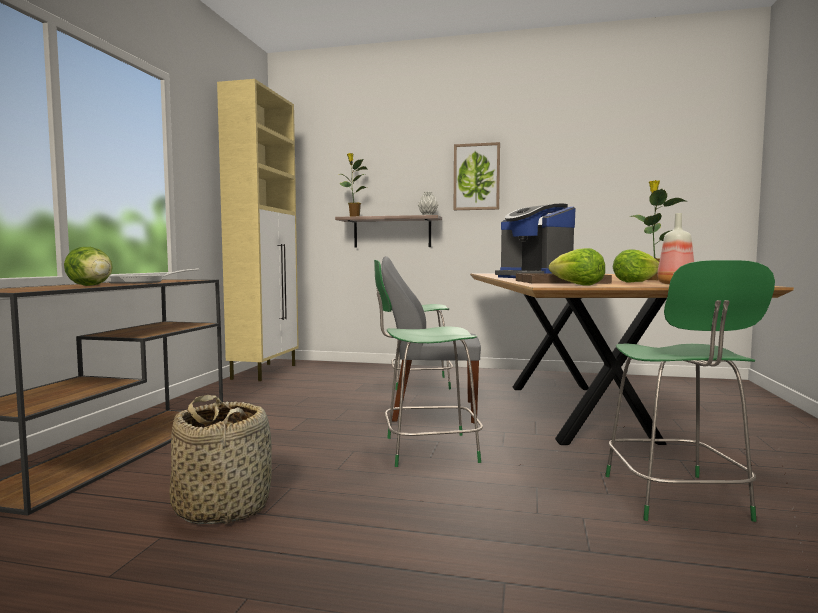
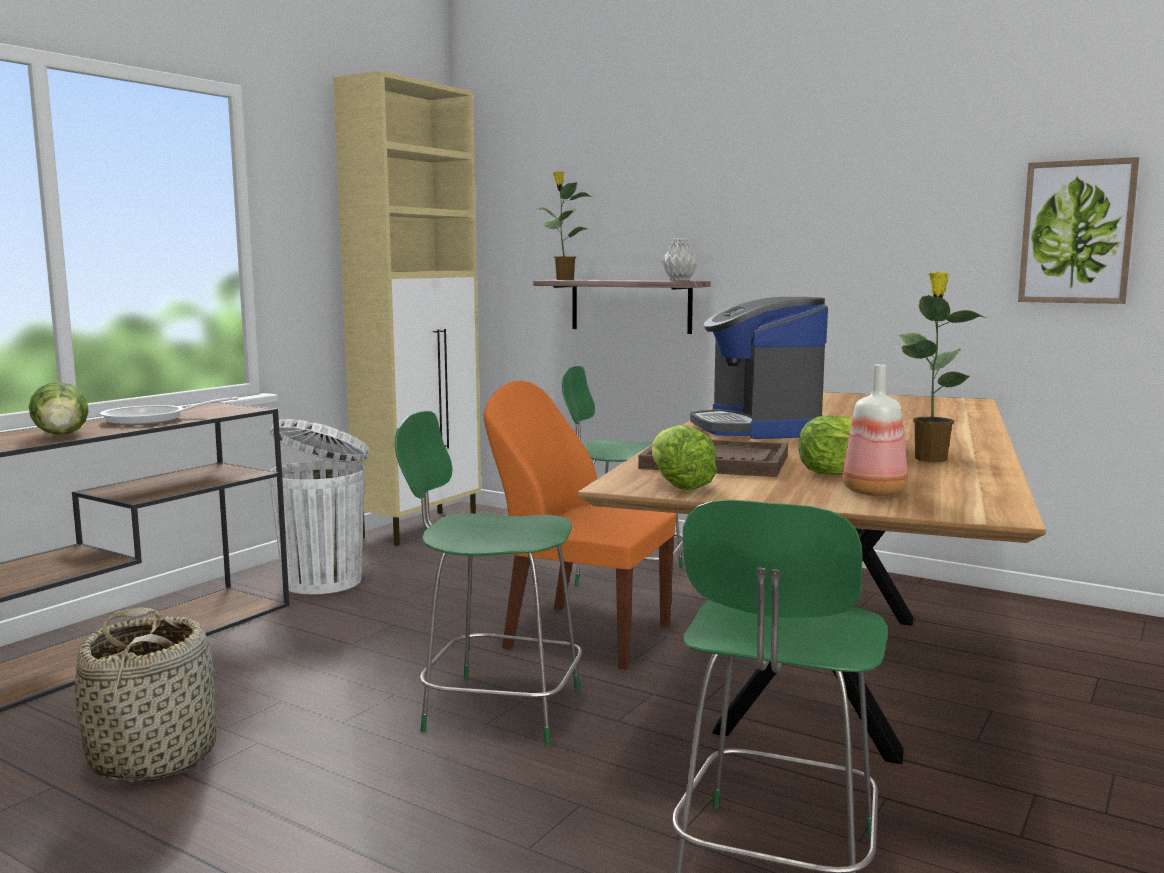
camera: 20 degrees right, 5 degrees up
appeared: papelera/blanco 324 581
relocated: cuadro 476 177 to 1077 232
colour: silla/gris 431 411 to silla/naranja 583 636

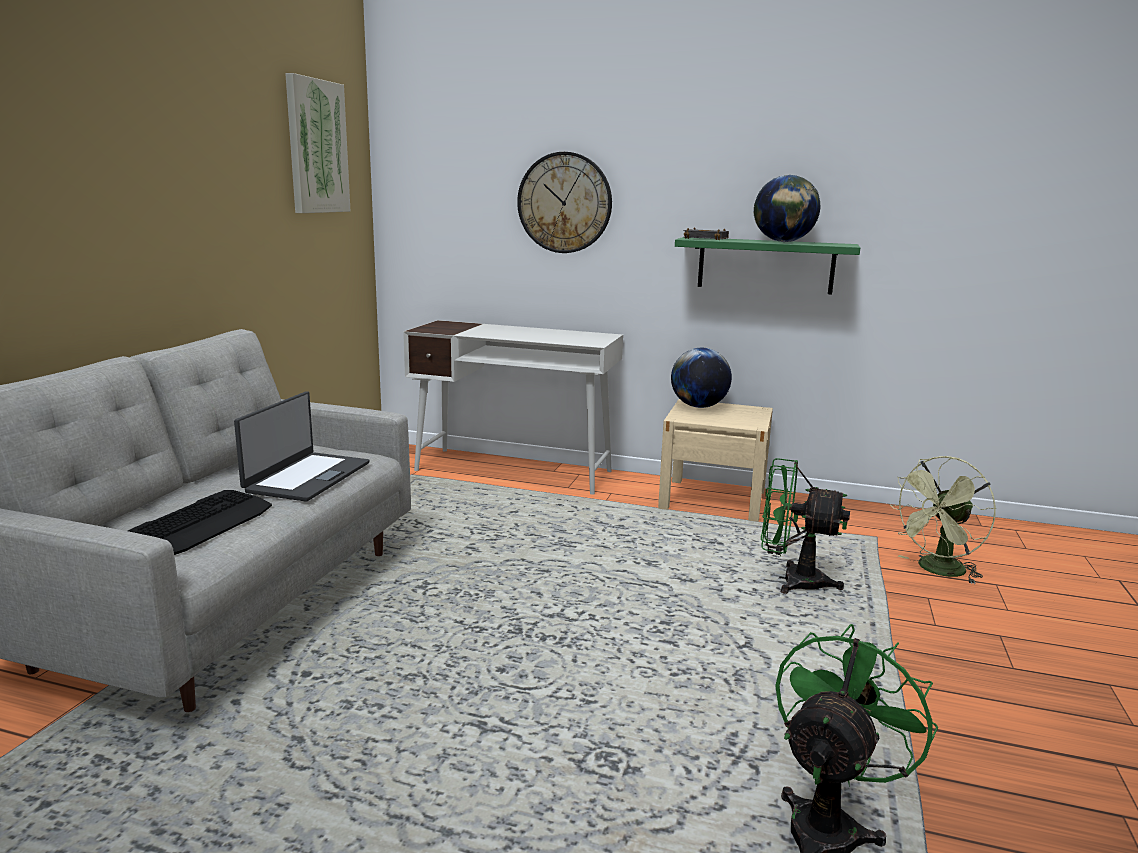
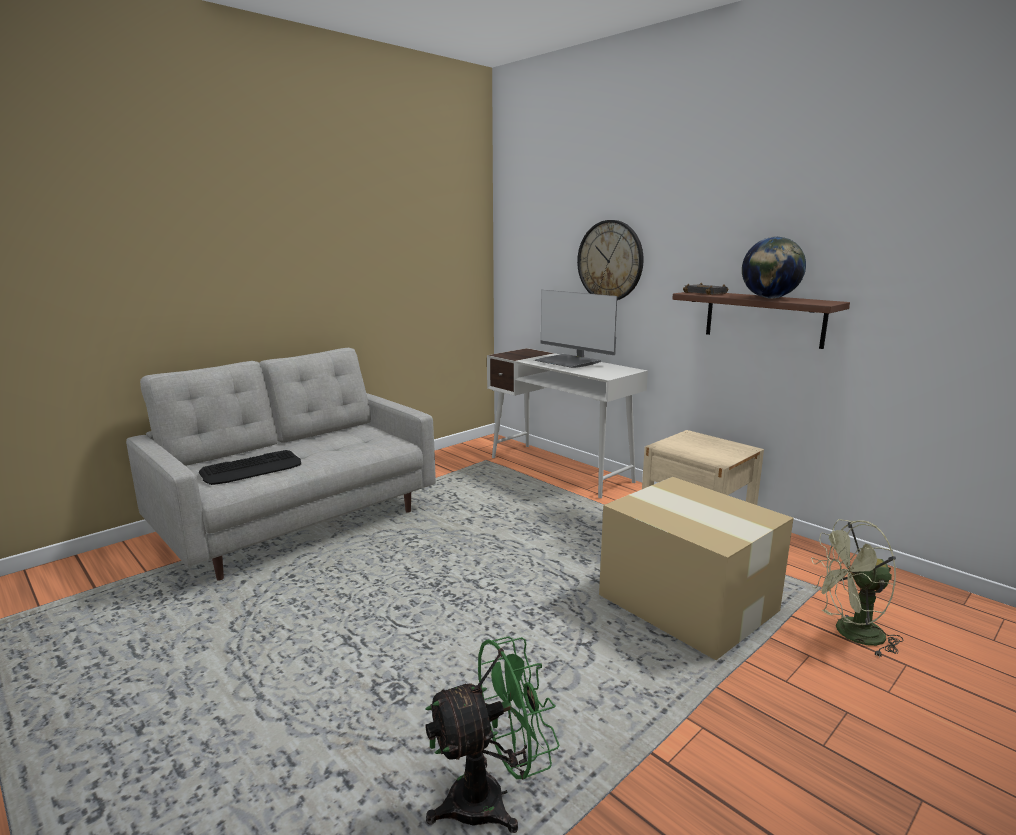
camera: 30 degrees right, 0 degrees up
missing: portátil 307 477; cuadro 316 147; globo terráqueo 699 406
appeared: monitor 568 362
exchanged: ventilador/verde 791 580 to caja de cartón 688 604
colour: estante/verde 765 265 to estante/marrón 763 318

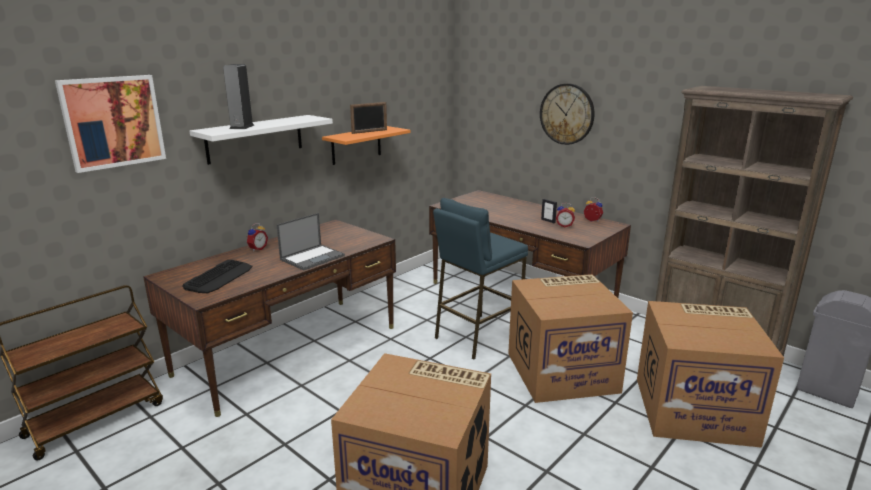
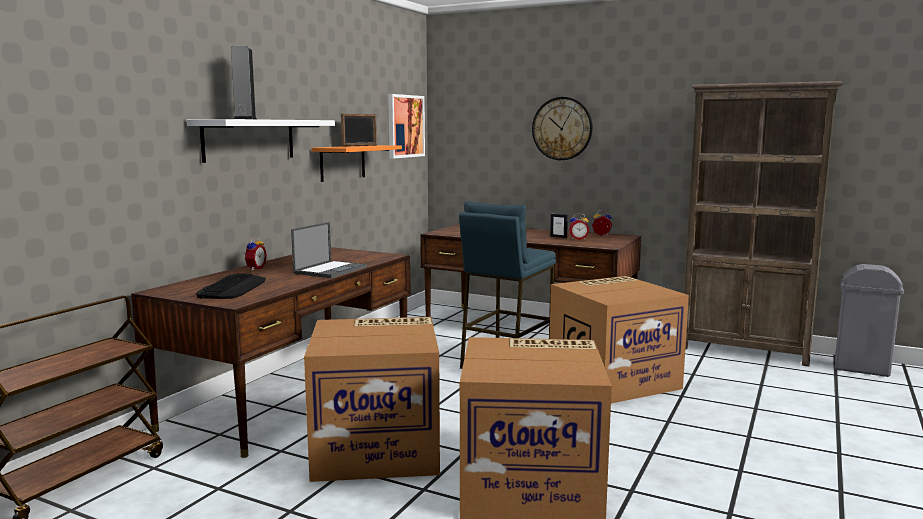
camera: 15 degrees left, 10 degrees down
relocated: cuadro 113 122 to 405 126; caja de cartón 695 409 to 378 448

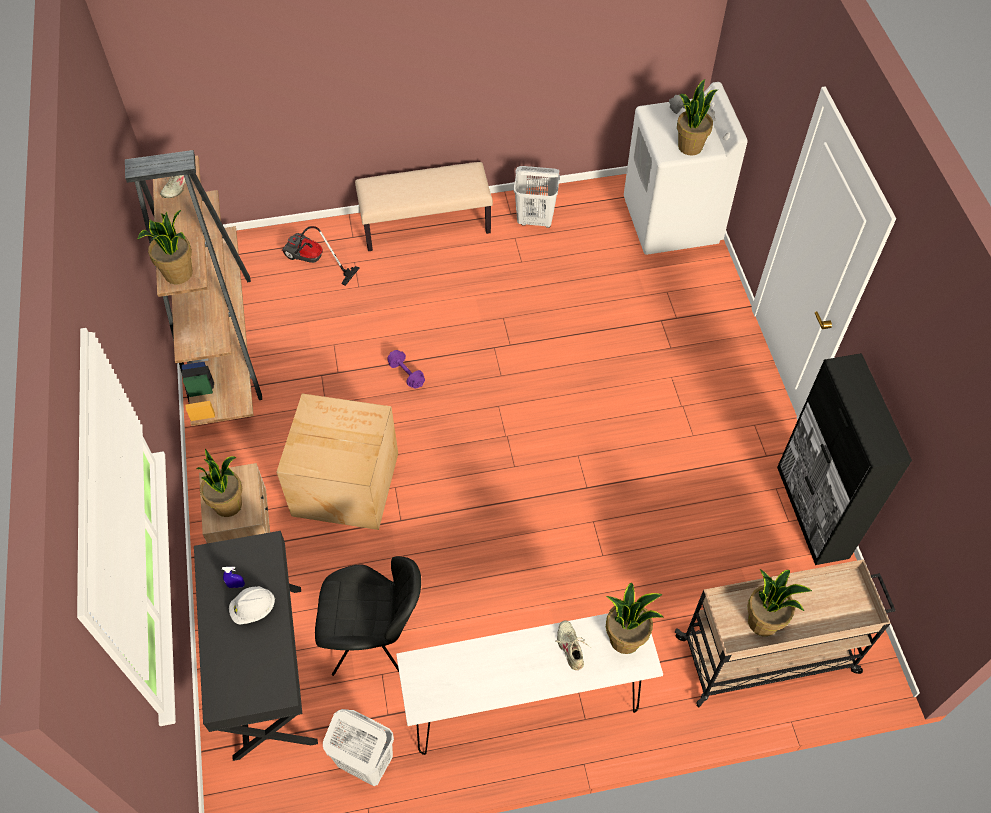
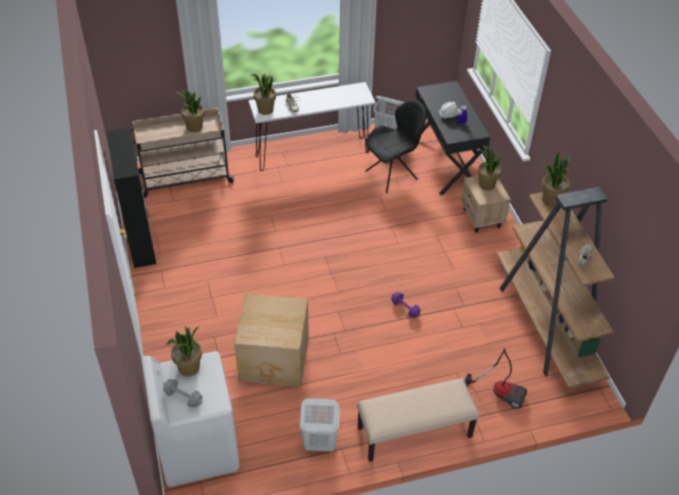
camera: 175 degrees right, 10 degrees down
relocated: caja de cartón 344 482 to 275 359
spun: silla/negro 375 642 = 393 174 150 degrees clockwise

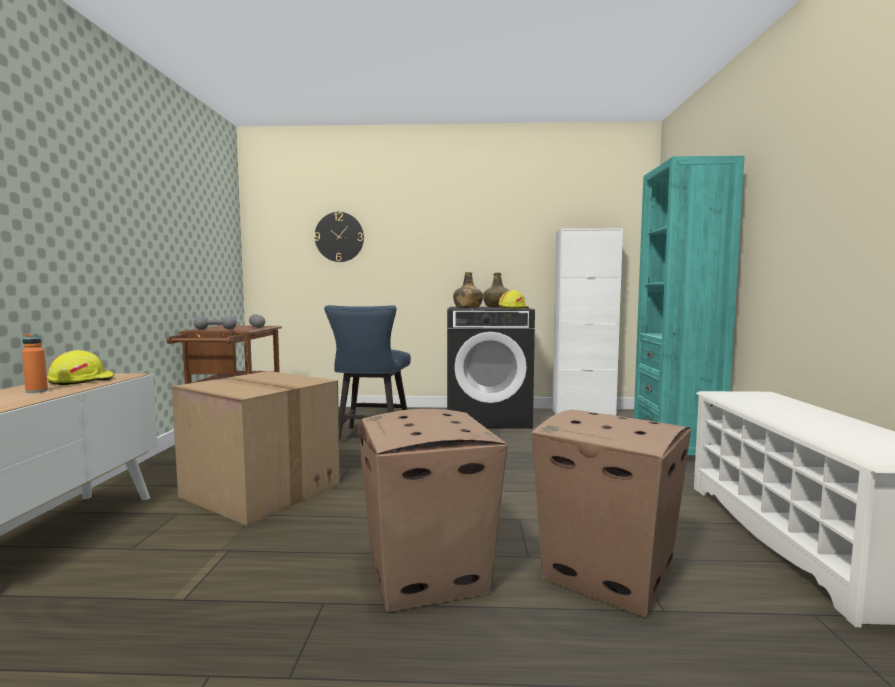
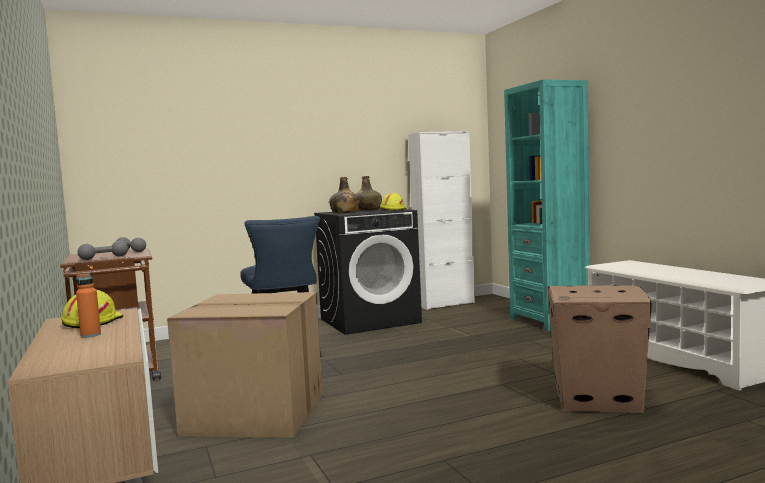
camera: 25 degrees left, 0 degrees up
missing: reloj de pared 339 237; caja de cartón 428 574

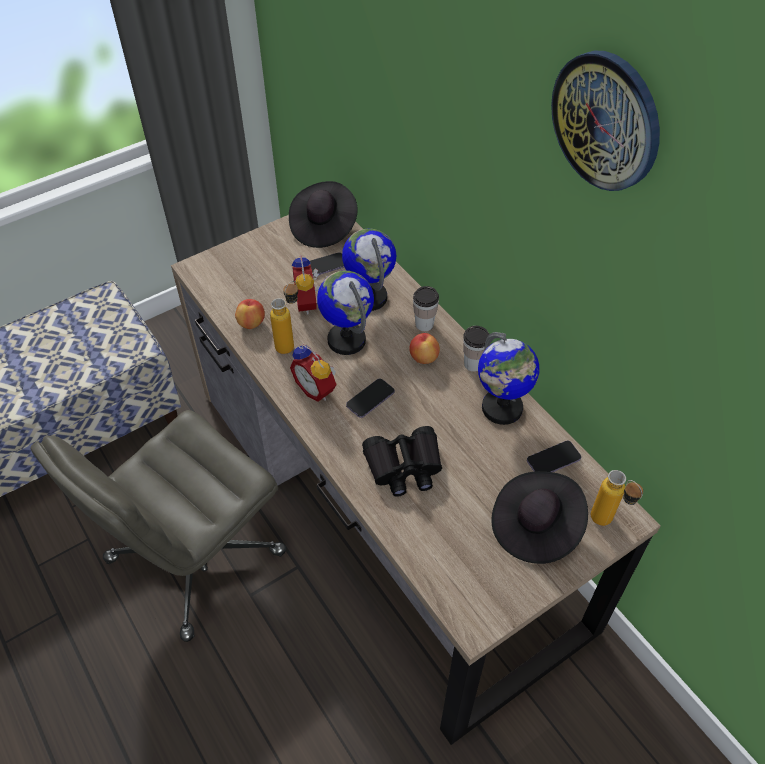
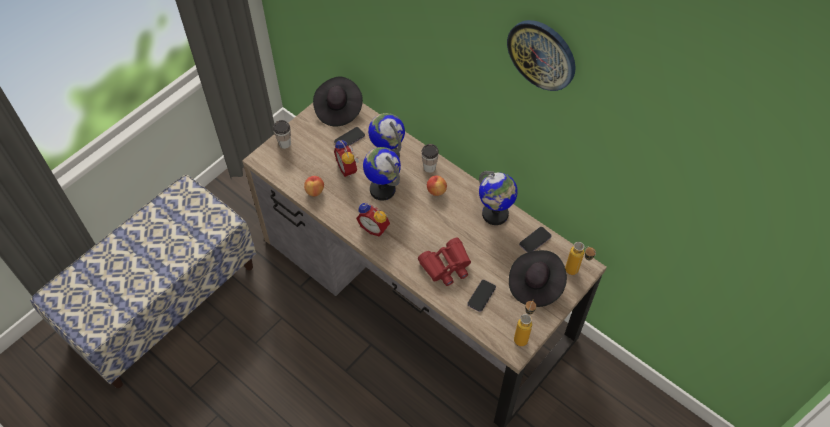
camera: 15 degrees left, 5 degrees up
missing: silla de oficina/gris 194 558
relocated: botella 290 343 to 522 335; móvil 370 399 to 481 296; taza 473 364 to 285 143
colour: prismáticos/negro 404 467 to prismáticos/rojo 446 266

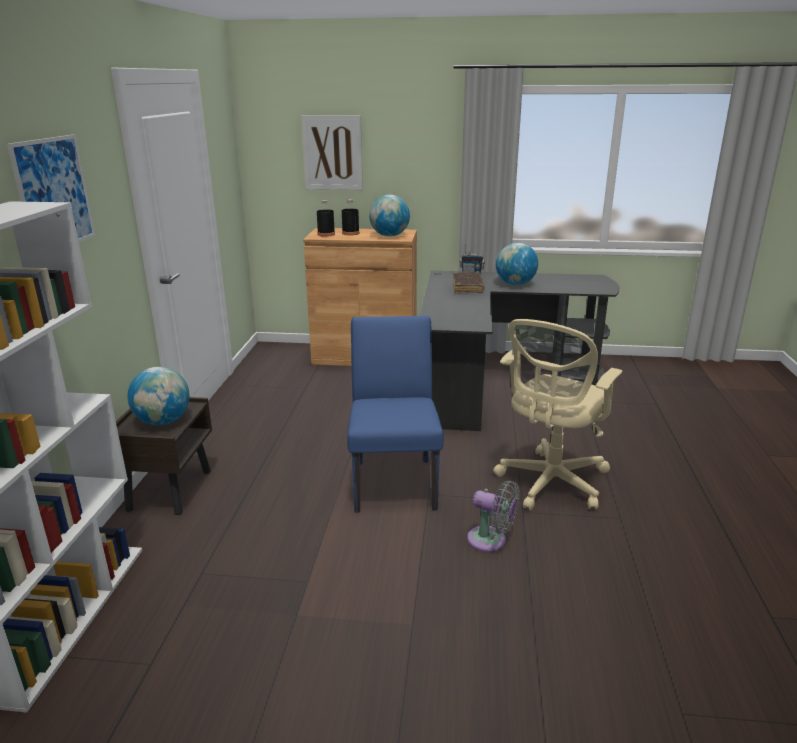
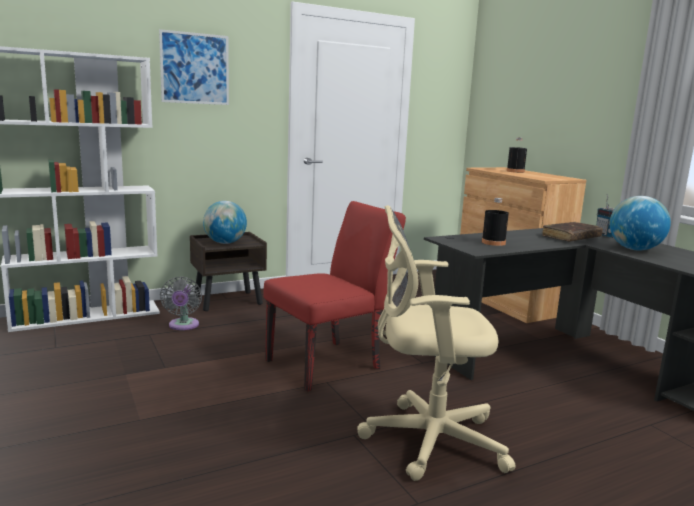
camera: 55 degrees right, 10 degrees down
missing: cuadro 332 153; globo terráqueo 389 236
relocated: botella/negro 326 234 to 493 243; ventilador/gris 491 541 to 183 326
colour: silla/azul 394 479 to silla/rojo 331 363

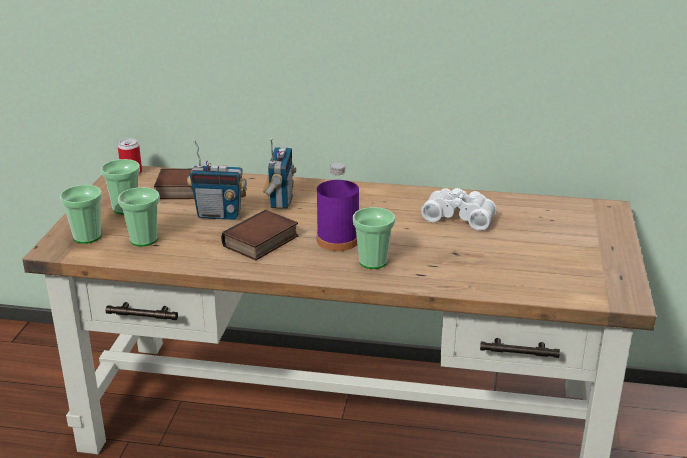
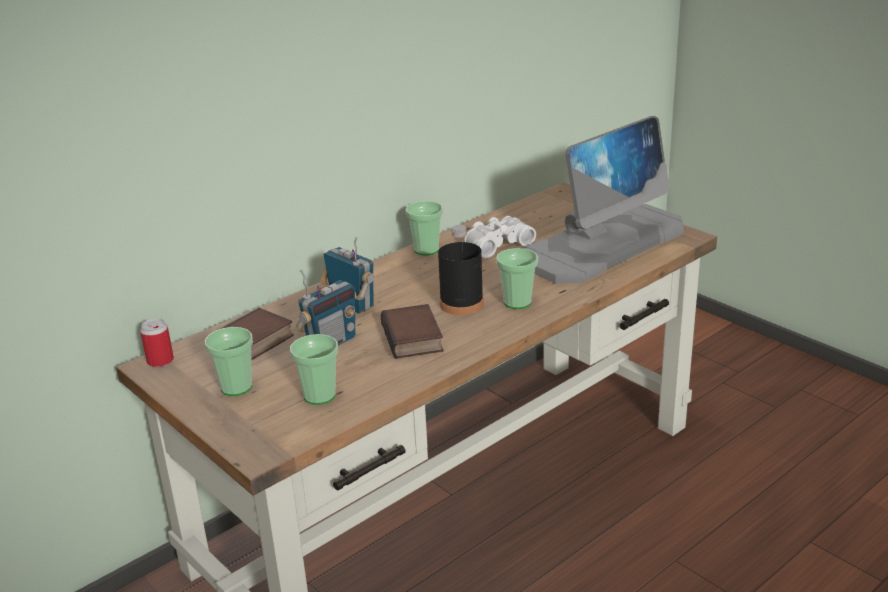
camera: 50 degrees left, 0 degrees up
appeared: monitor 604 244
relocated: taza 87 237 to 426 250
colour: botella/morado 338 240 to botella/negro 461 304

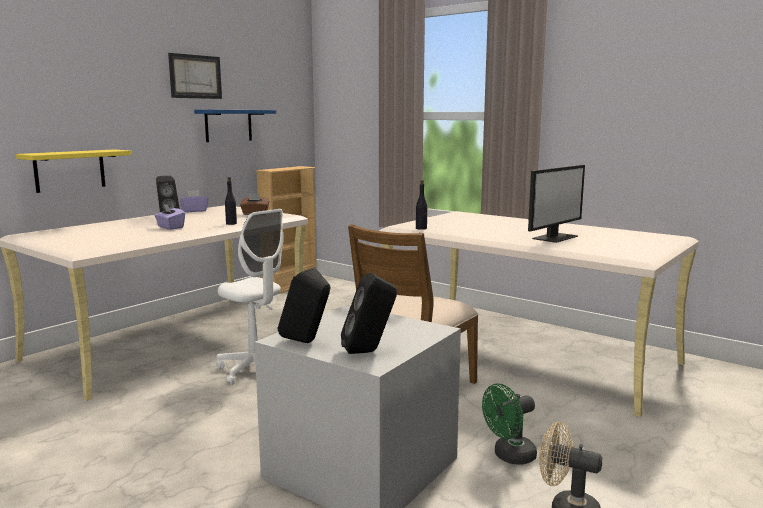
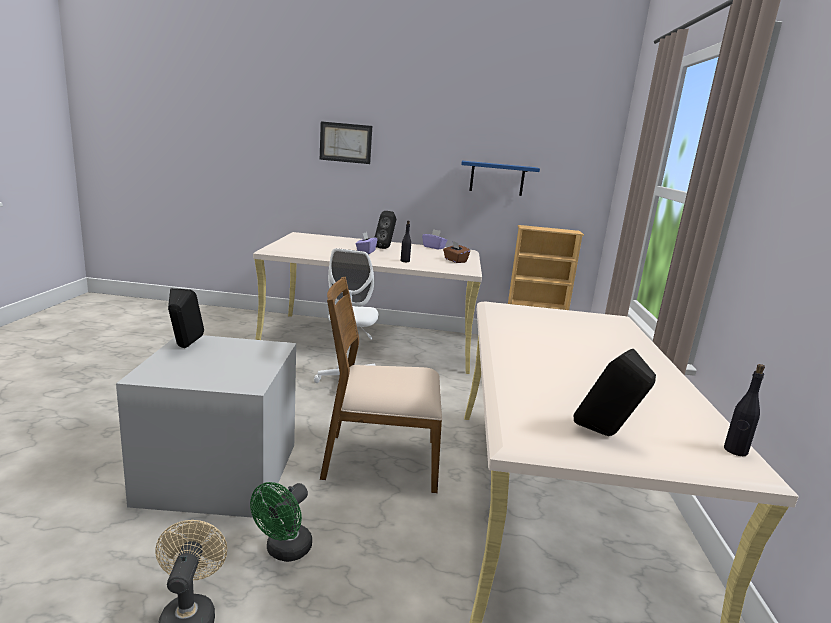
camera: 55 degrees right, 5 degrees up
missing: estante/amarillo 70 170; monitor 554 237
relocated: cuadro 195 76 to 345 142; altavoz/negro 369 351 to 606 435; botella/negro 421 228 to 735 450
spun: ventilador/verde 509 456 = 284 551 90 degrees counterclockwise

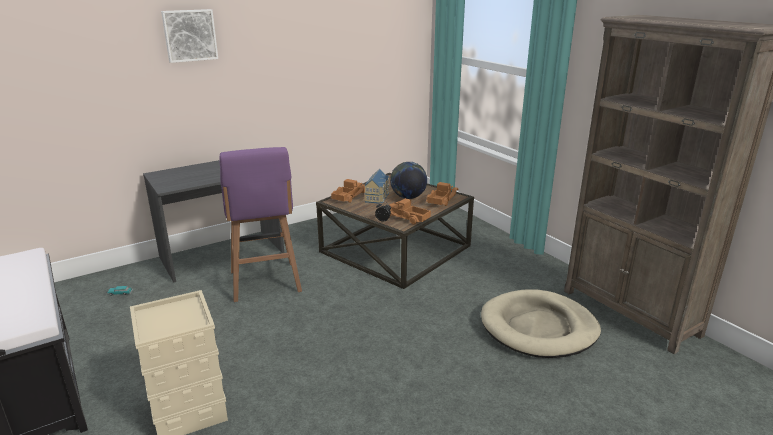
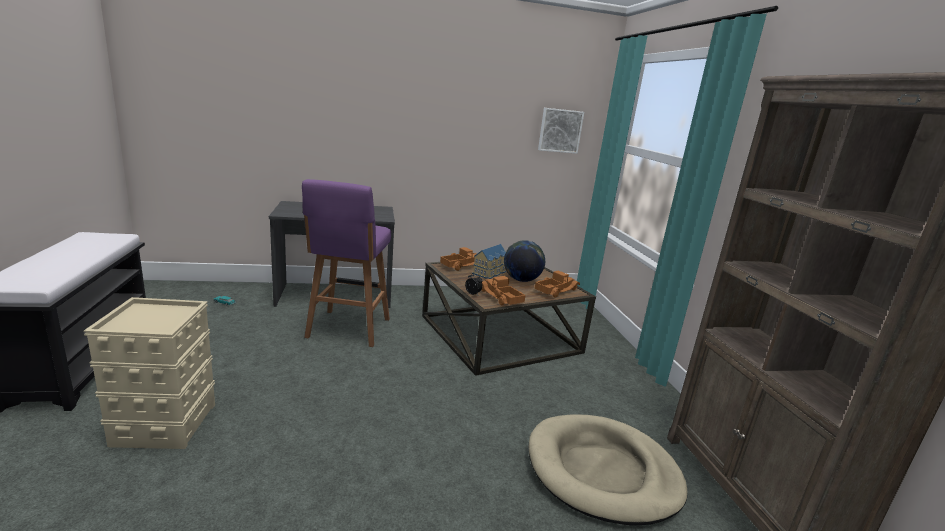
camera: 20 degrees right, 5 degrees down
relocated: cuadro 190 35 to 560 130

